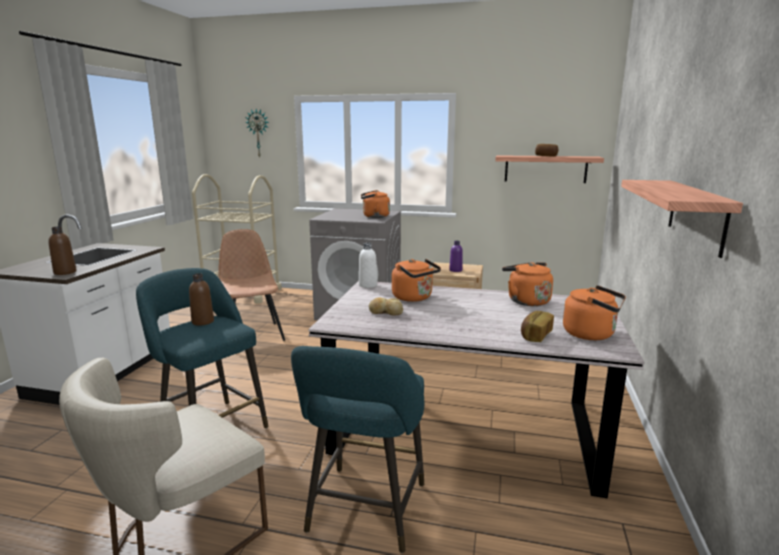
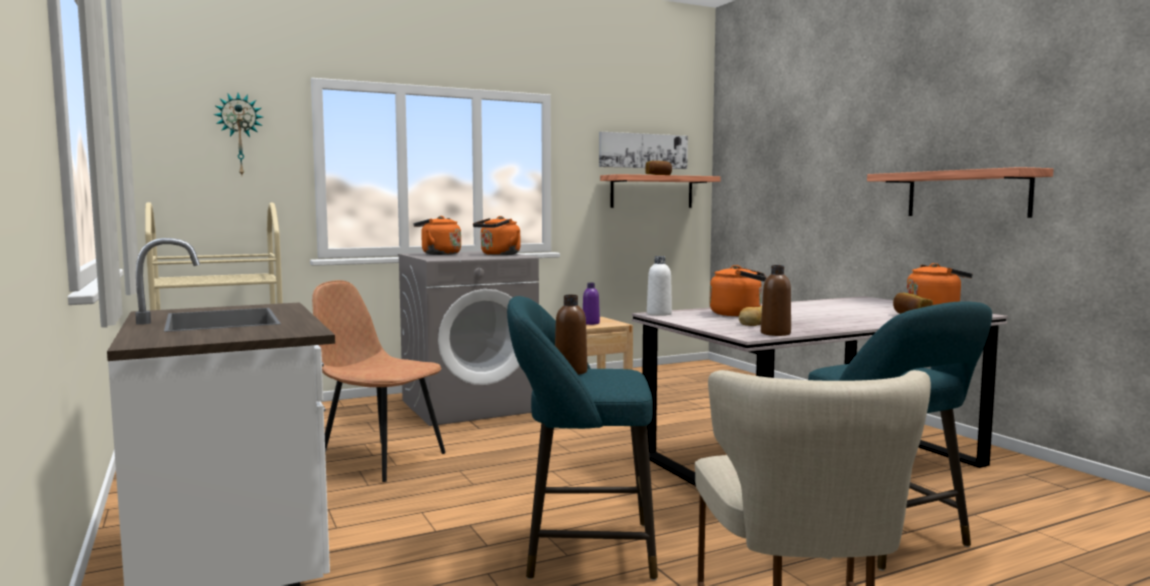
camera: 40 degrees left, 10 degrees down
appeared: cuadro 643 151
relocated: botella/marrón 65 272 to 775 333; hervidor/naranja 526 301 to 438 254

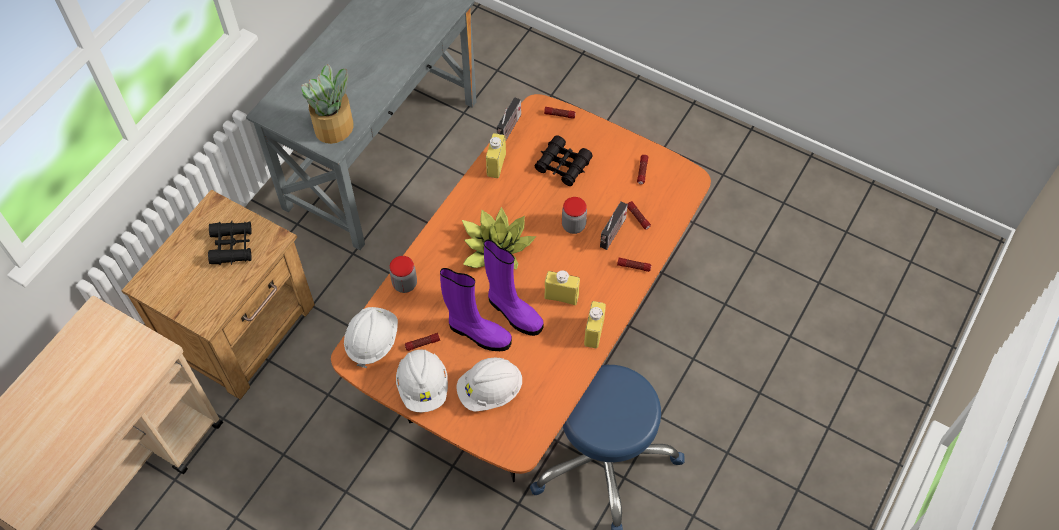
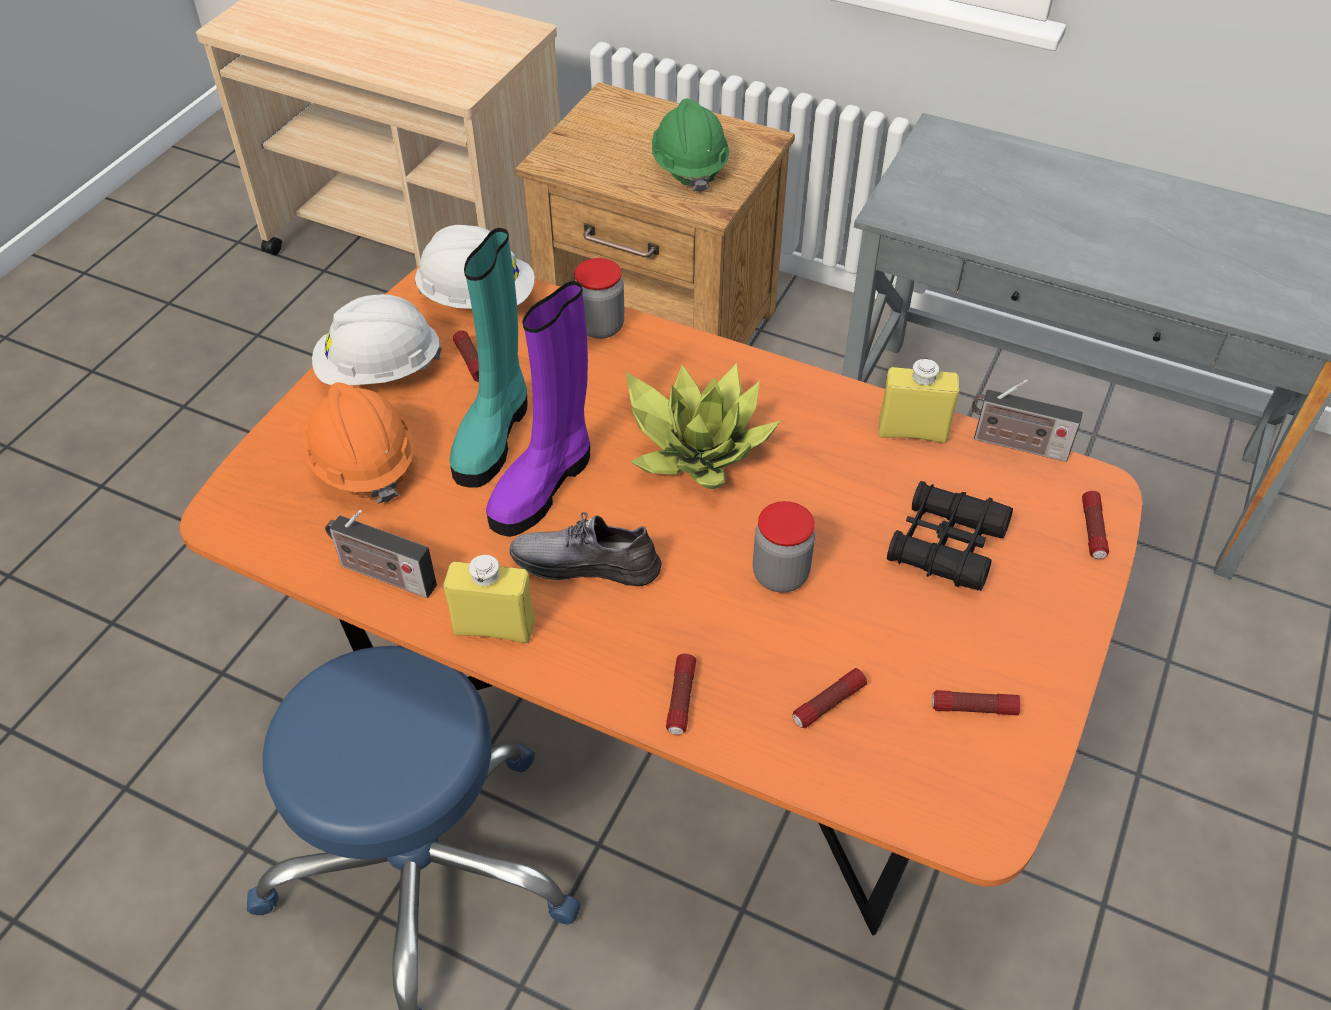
camera: 85 degrees right, 10 degrees down
missing: planta en maceta 335 127
relocated: radio 612 234 to 383 575
exchanged: prismáticos/negro 232 246 to casco/verde 689 167; botella/amarillo 561 297 to zapato/gris 586 563
colour: bota/morado 477 333 to bota/turquesa 493 435; casco/blanco 490 391 to casco/naranja 362 463

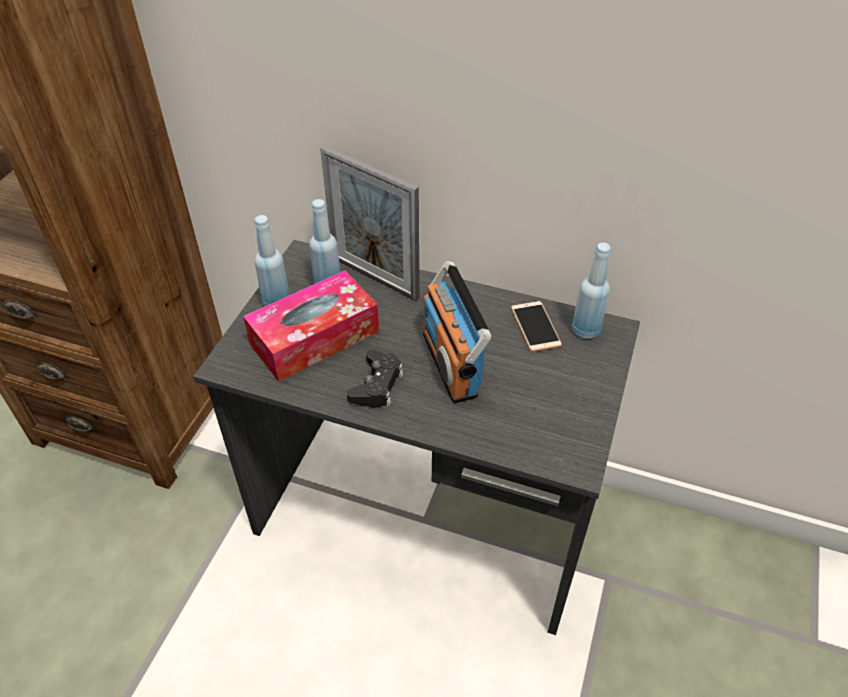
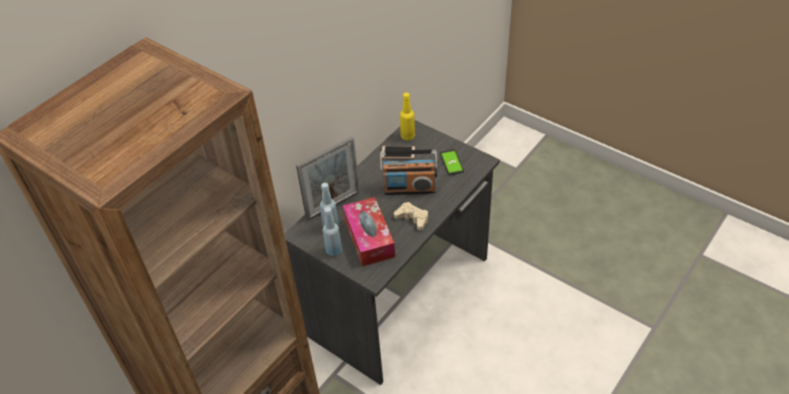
camera: 70 degrees left, 0 degrees up
appeared: móvil 451 162
colour: mando de consola/negro 377 385 to mando de consola/beis 412 218; botella/azul 585 330 to botella/amarillo 407 136

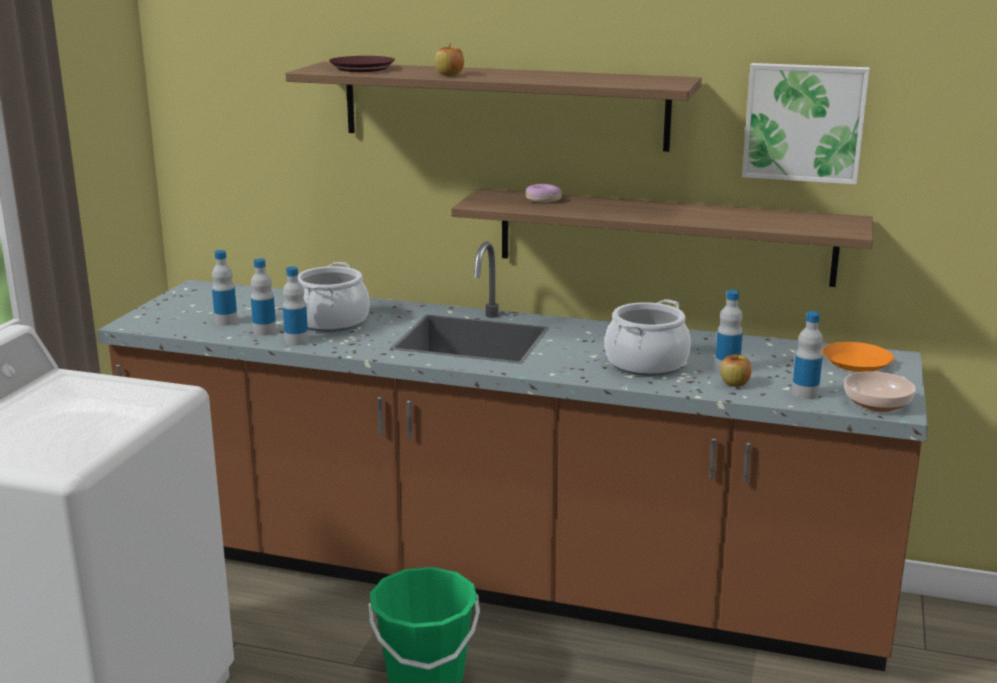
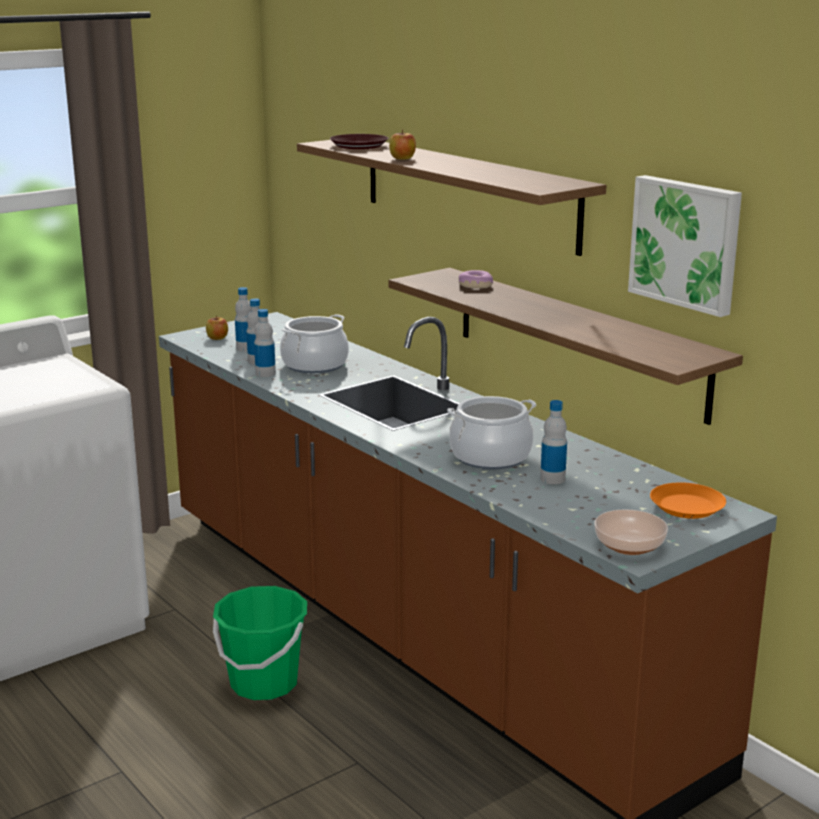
camera: 35 degrees right, 0 degrees up
missing: botella 805 394
relocated: manzana 734 383 to 217 338

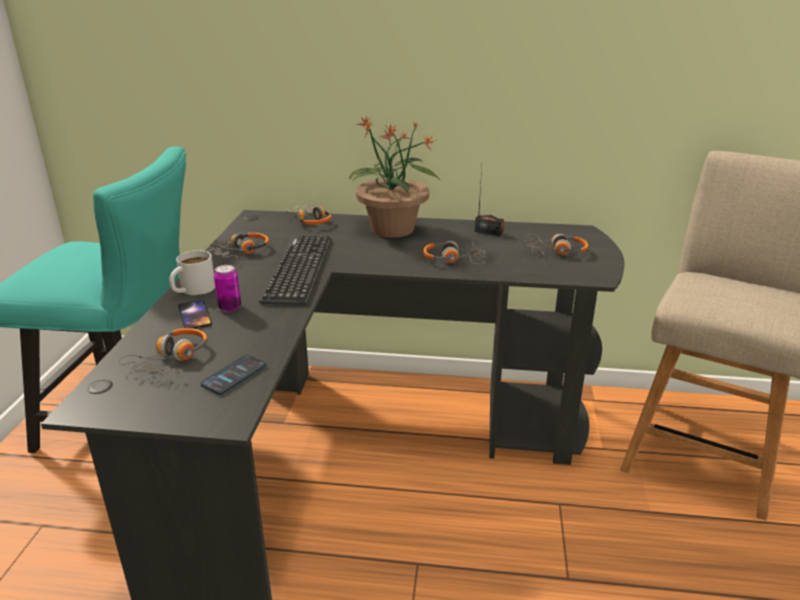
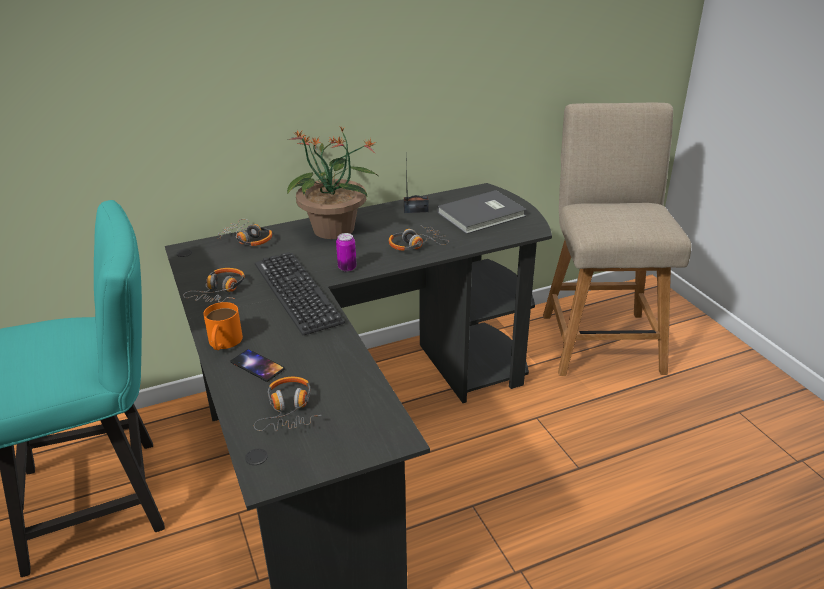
camera: 30 degrees left, 5 degrees up
missing: móvil 234 375
relocated: lata 230 307 to 347 268
exchanged: auriculares 555 251 to libro/gris 483 215
colour: taza grande/blanco 192 290 to taza grande/naranja 223 343

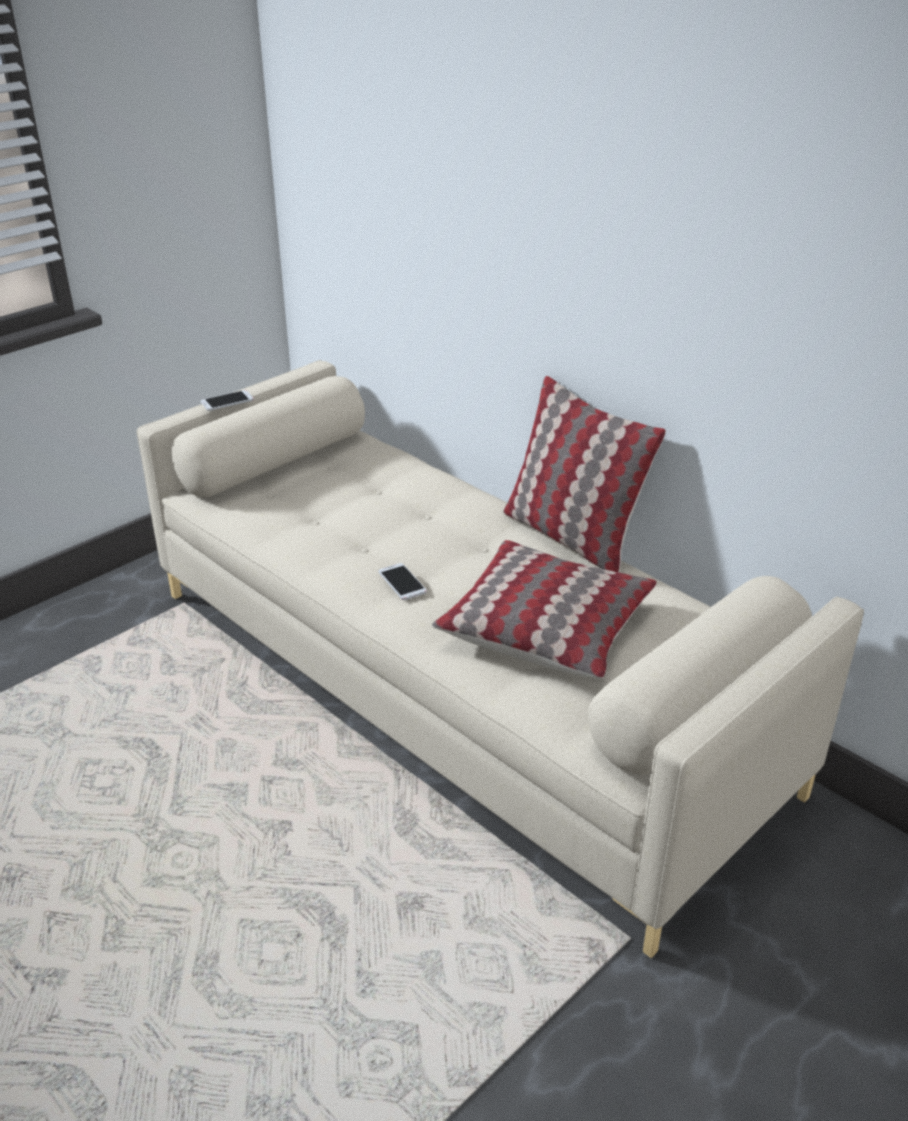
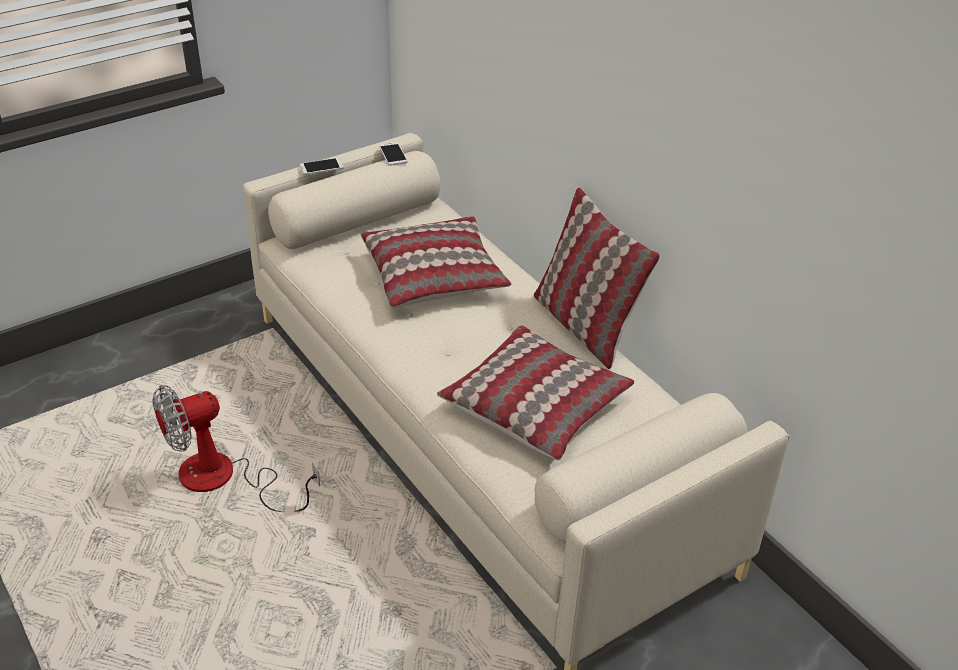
camera: 10 degrees right, 5 degrees up
appeared: ventilador 224 479; cojín 434 276
relocated: móvil 402 582 to 393 154

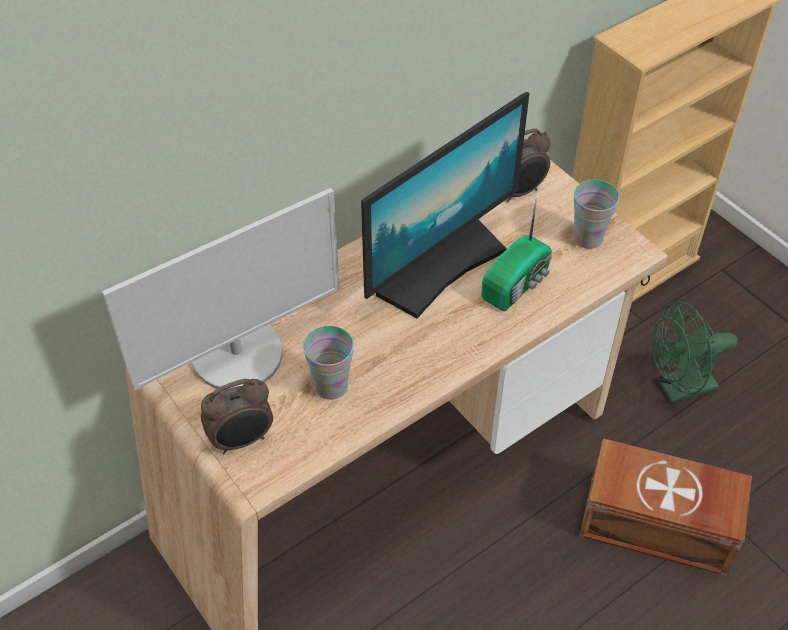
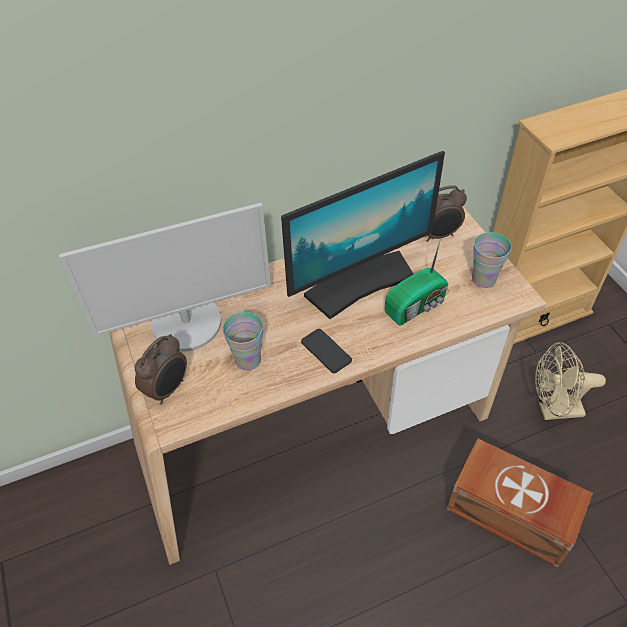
camera: 15 degrees right, 0 degrees up
appeared: móvil 326 351
colour: ventilador/verde 679 389 to ventilador/beis 553 410
spun: despertador 242 440 = 168 389 45 degrees counterclockwise

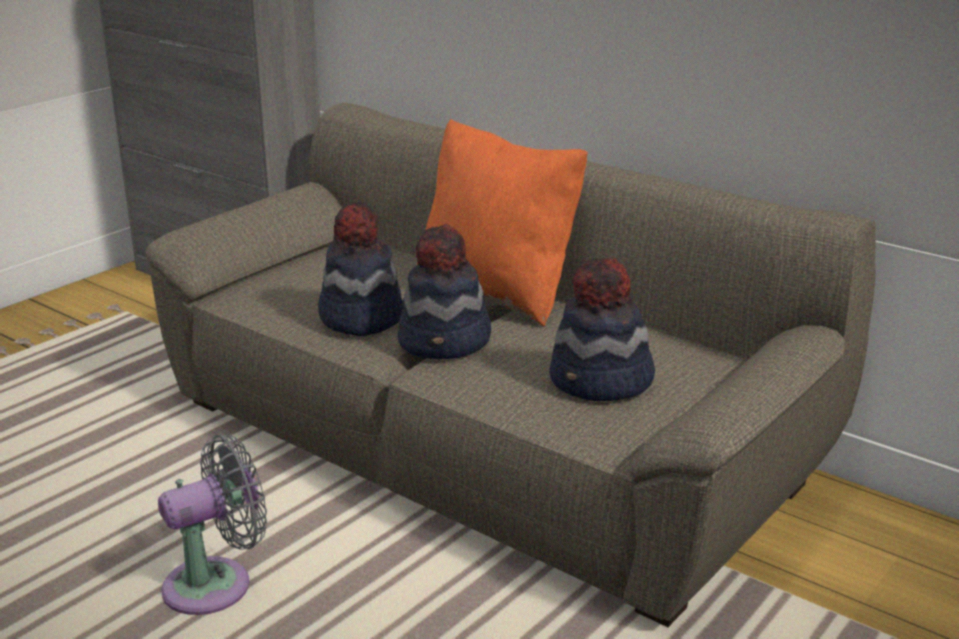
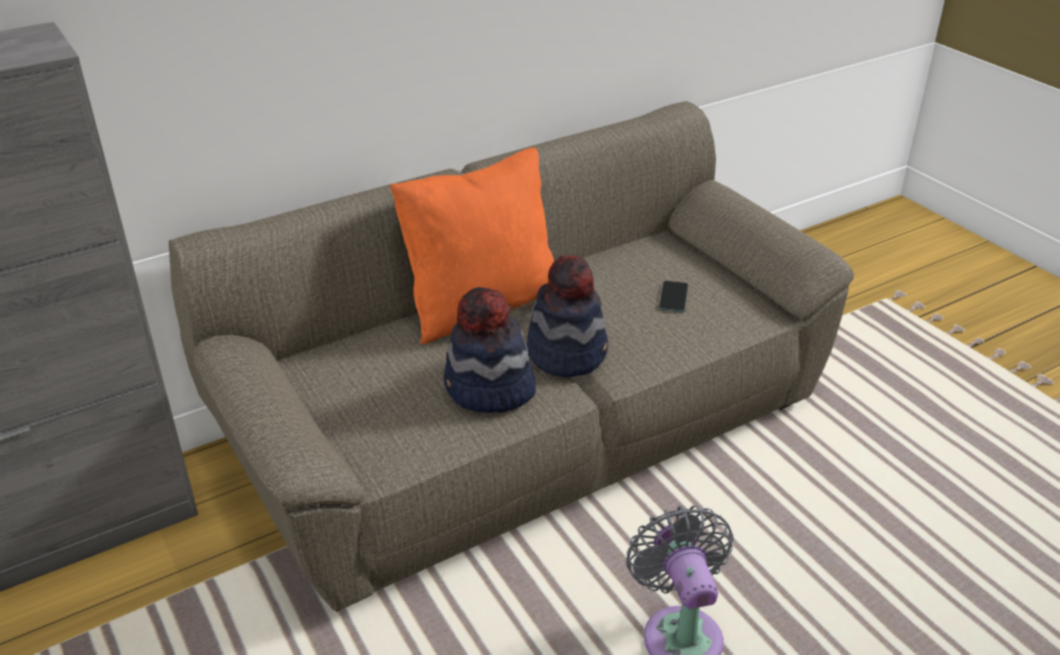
camera: 70 degrees left, 10 degrees up
exchanged: sombrero 600 382 to móvil 673 297

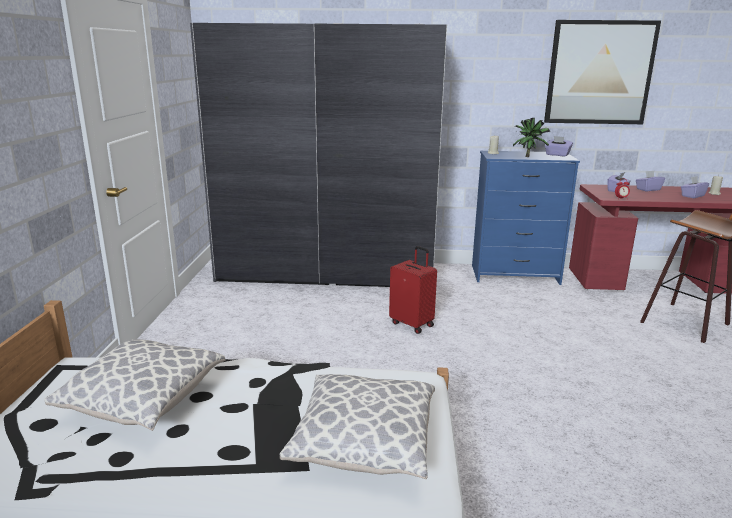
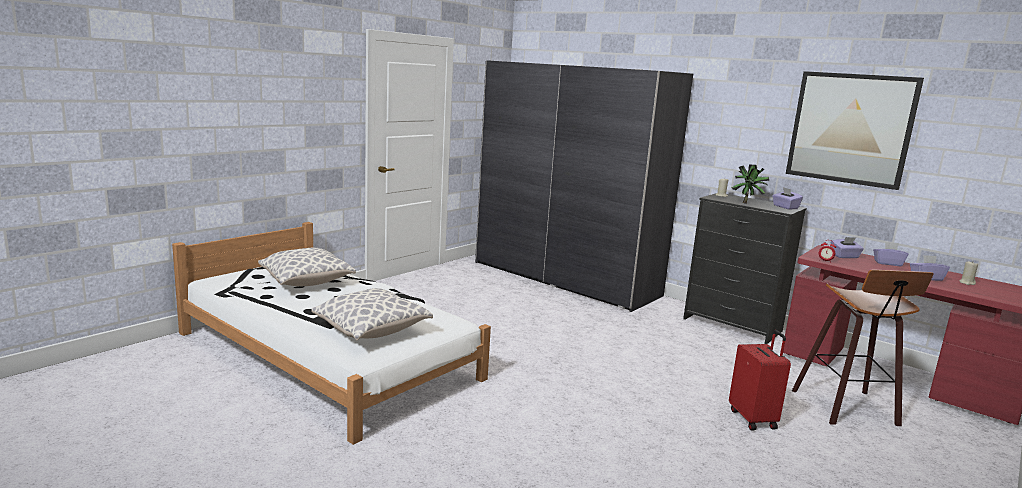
camera: 35 degrees right, 5 degrees down
relocated: maleta/rojo 412 324 to 753 419
colour: cómoda/azul 515 275 to cómoda/negro 732 325

